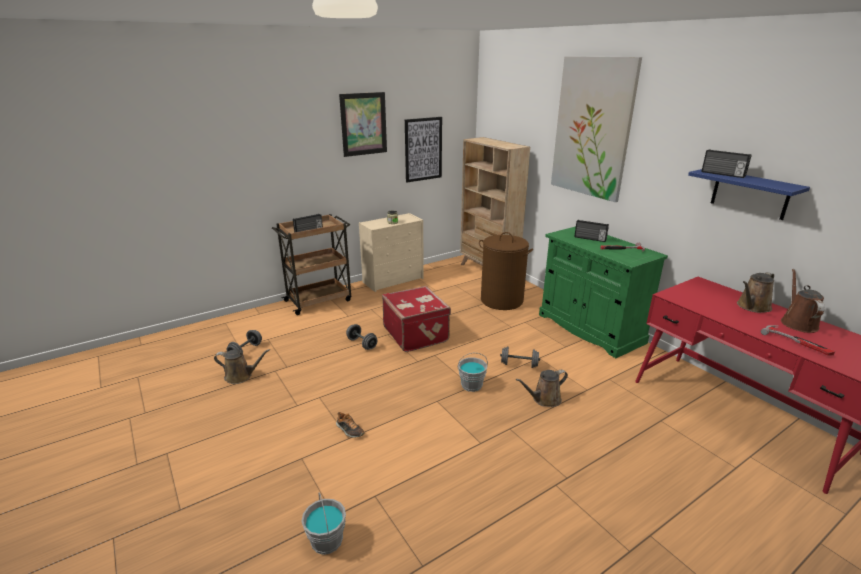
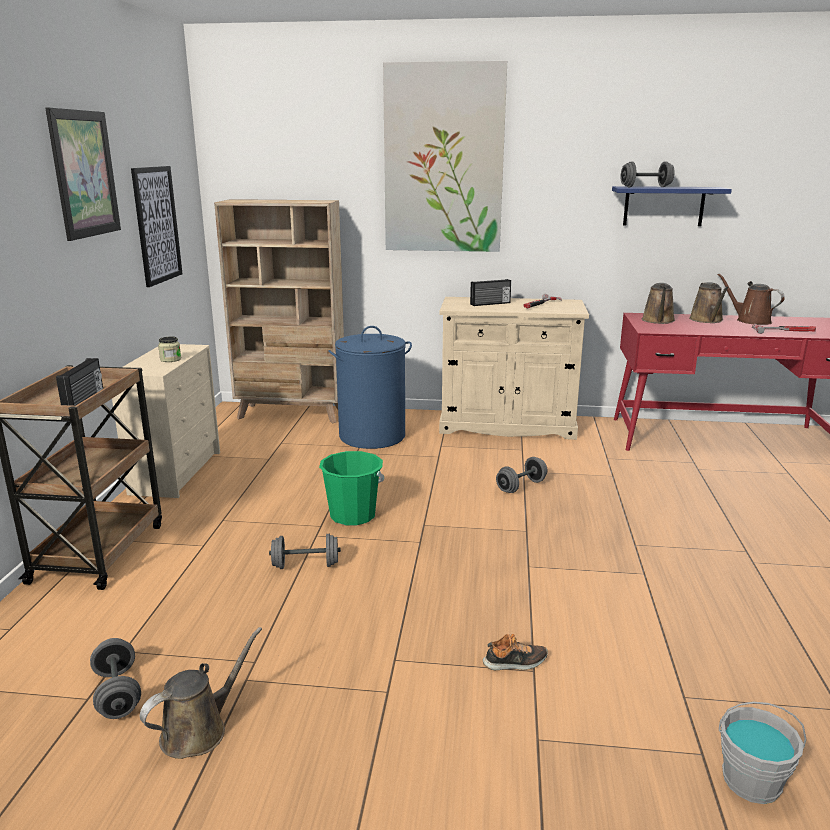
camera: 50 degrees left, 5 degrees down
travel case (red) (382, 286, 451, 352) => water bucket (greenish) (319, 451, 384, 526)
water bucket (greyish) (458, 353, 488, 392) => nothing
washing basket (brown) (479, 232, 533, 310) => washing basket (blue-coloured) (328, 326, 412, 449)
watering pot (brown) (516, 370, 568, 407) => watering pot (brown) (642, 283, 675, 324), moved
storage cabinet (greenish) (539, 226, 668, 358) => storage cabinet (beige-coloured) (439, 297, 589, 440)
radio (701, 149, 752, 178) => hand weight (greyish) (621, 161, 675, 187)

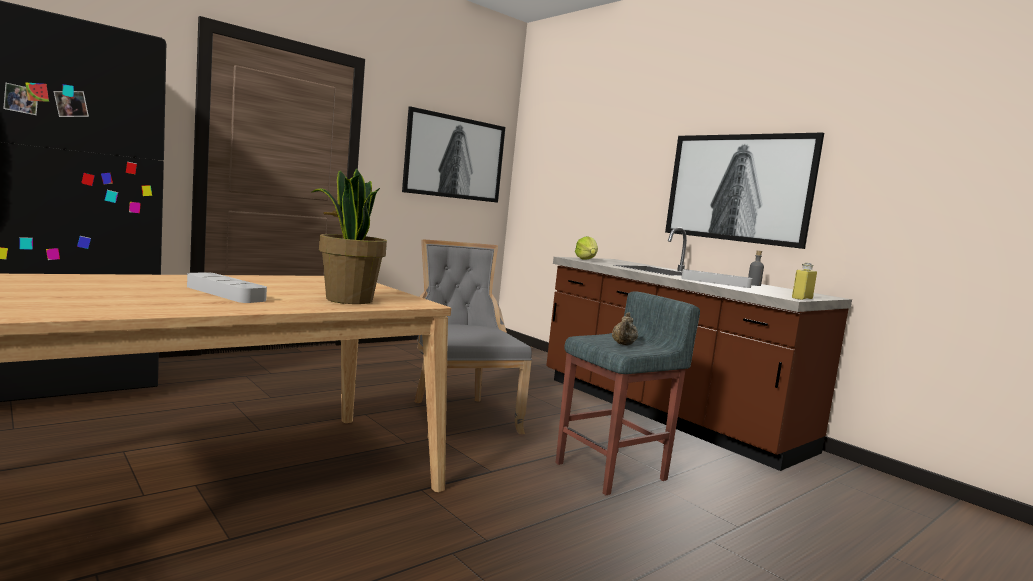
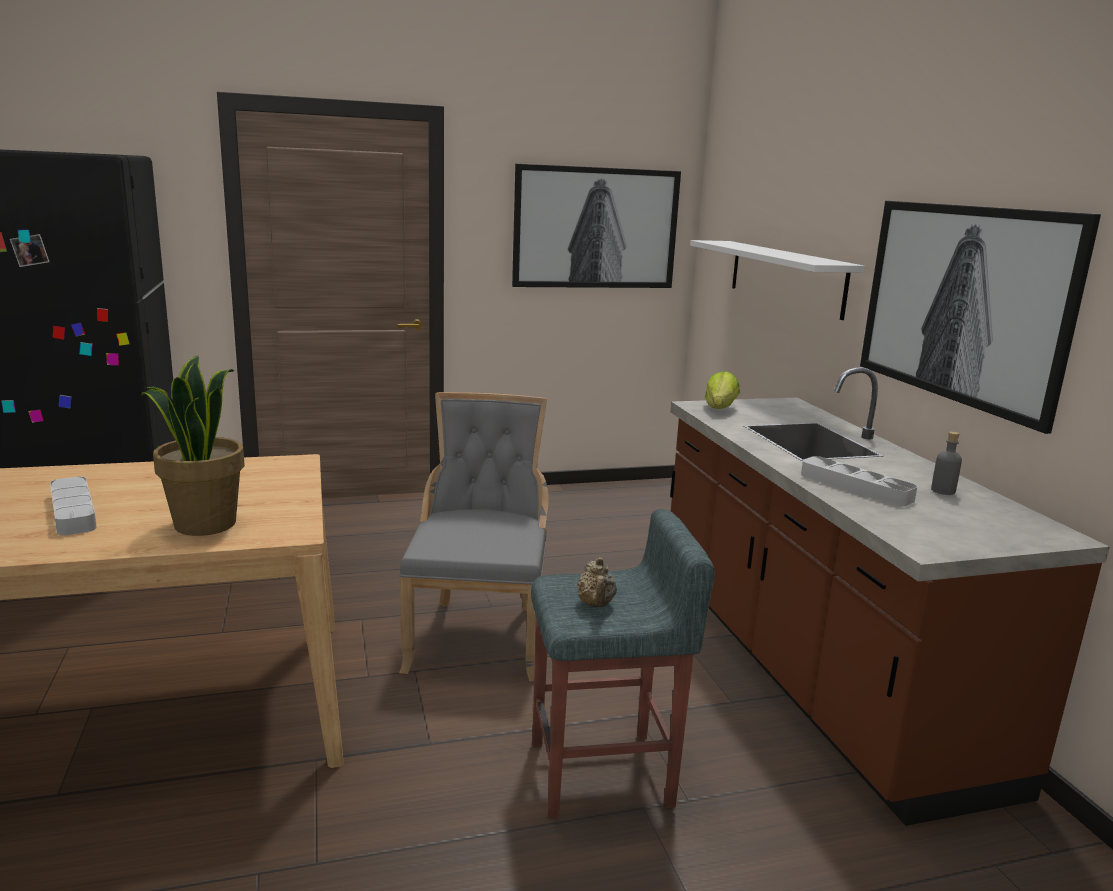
camera: 25 degrees right, 10 degrees up
teapot (beige-coloured) (612, 312, 638, 346) => teapot (beige-coloured) (577, 557, 617, 607), 45 degrees counterclockwise
bottle (yellowish) (792, 262, 817, 300) => nothing
nothing => shelf (whitish) (690, 240, 865, 320)

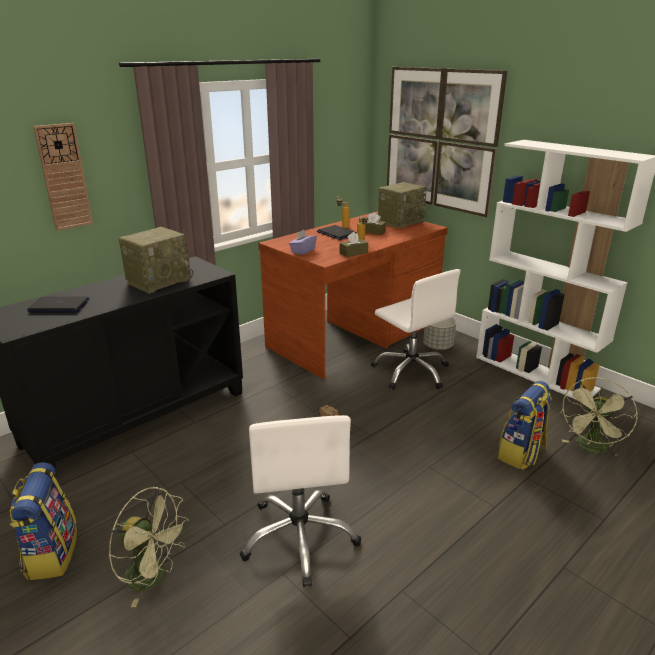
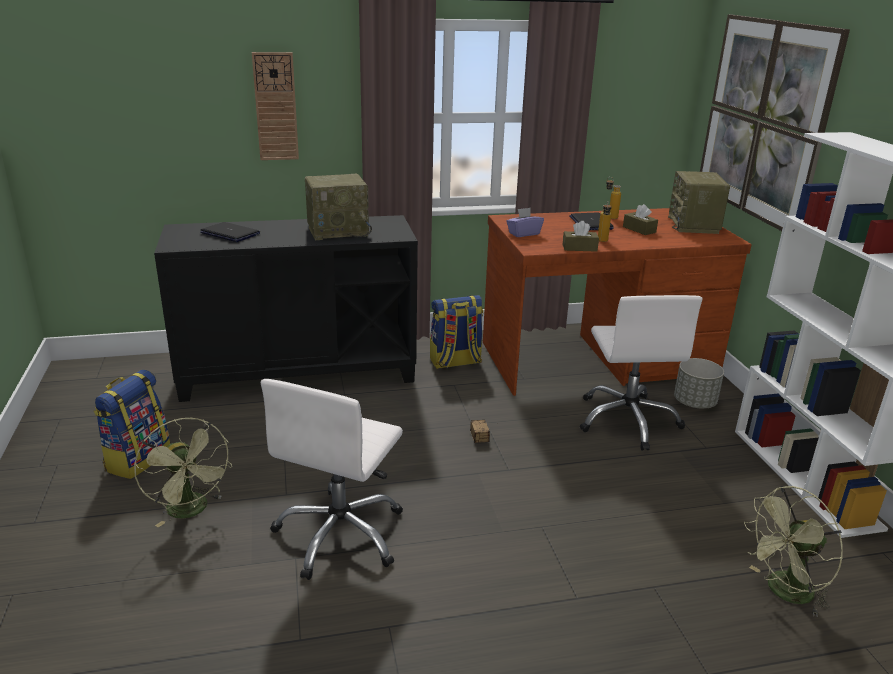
camera: 30 degrees right, 0 degrees up
radio (378, 182, 427, 229) => radio (668, 171, 730, 234), 105 degrees clockwise
knapsack (498, 381, 552, 470) => knapsack (430, 295, 483, 369), moved

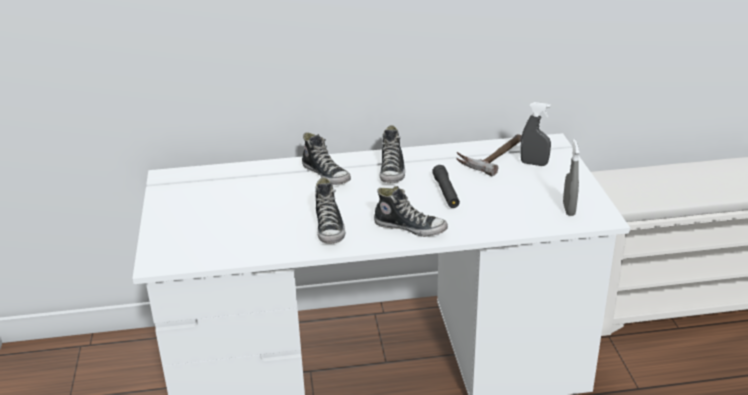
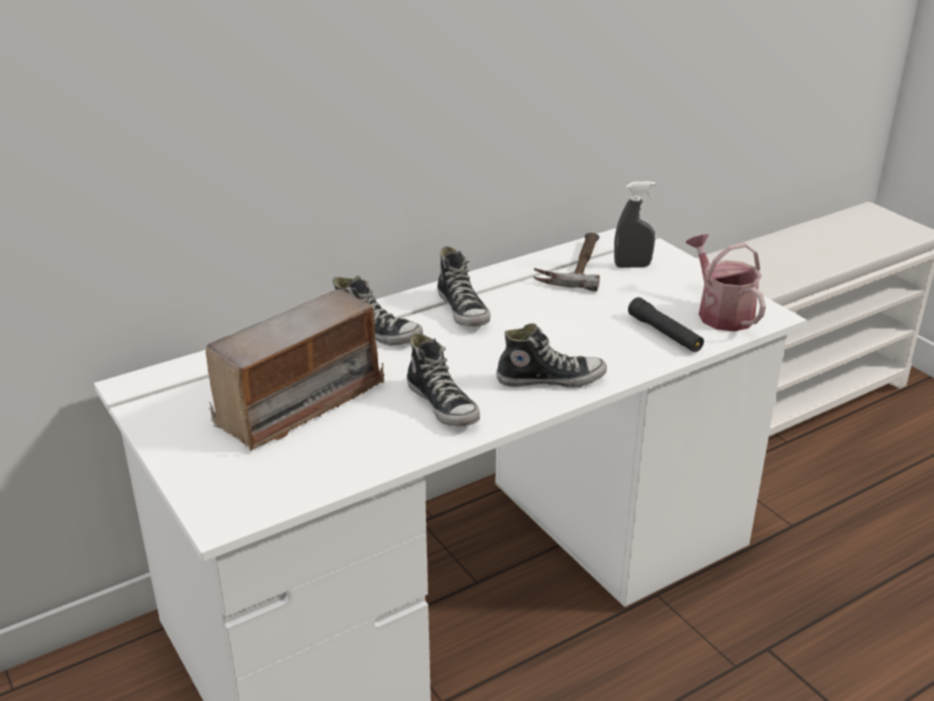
camera: 25 degrees left, 0 degrees up
torch (blackish) (432, 165, 460, 208) => torch (blackish) (628, 297, 704, 352), moved
hand sprayer (greyish) (563, 139, 580, 216) => watering pot (686, 234, 766, 332)
nothing => radio (206, 289, 384, 451)

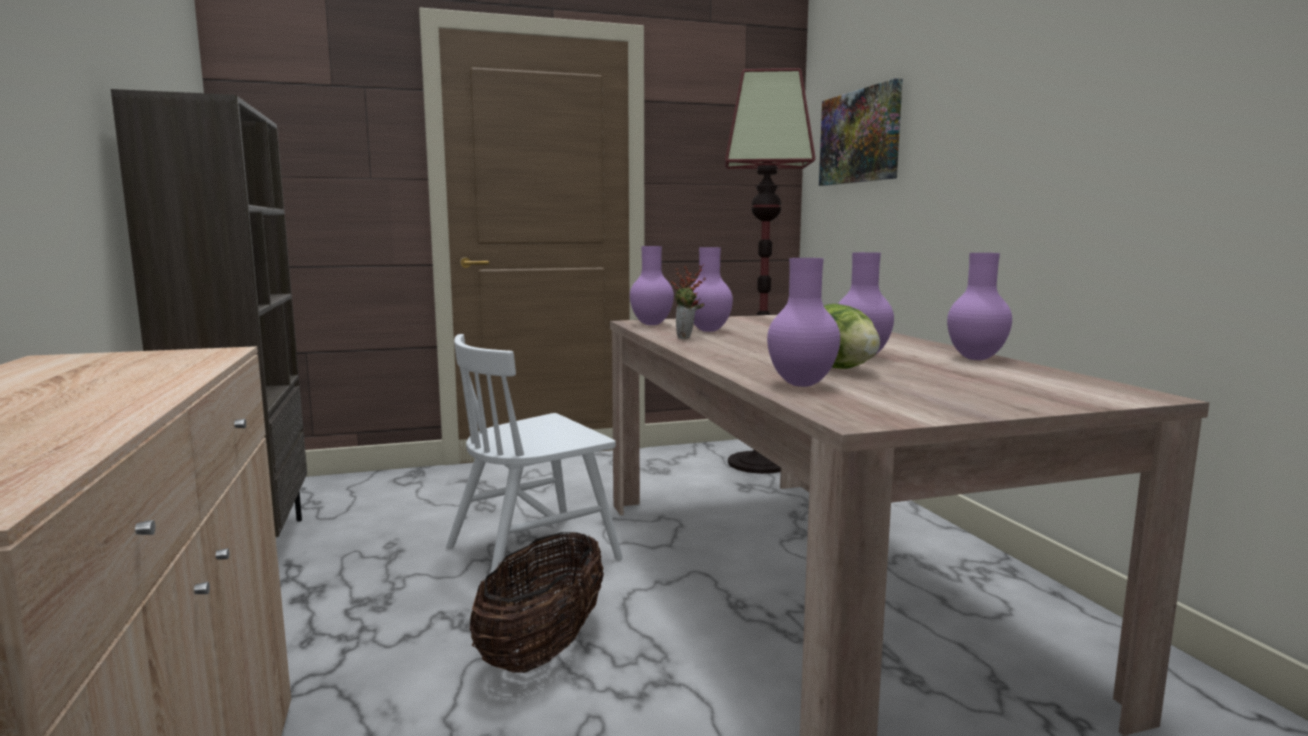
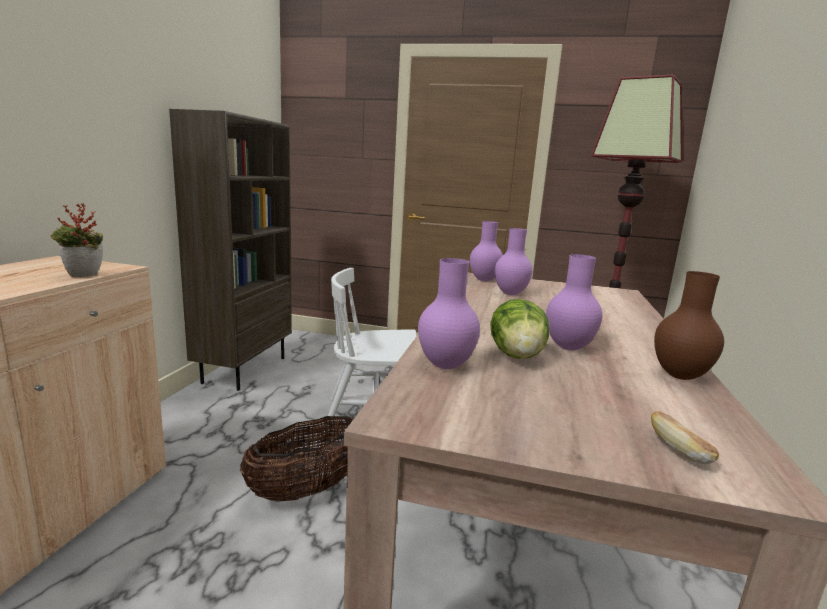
camera: 30 degrees right, 5 degrees up
potted plant (670, 264, 706, 339) => potted plant (51, 203, 103, 277), moved
wall picture (819, 78, 902, 186) => nothing
vase (purplish) (947, 253, 1012, 360) => vase (brown) (654, 271, 724, 380)
nothing => bread (651, 411, 719, 464)

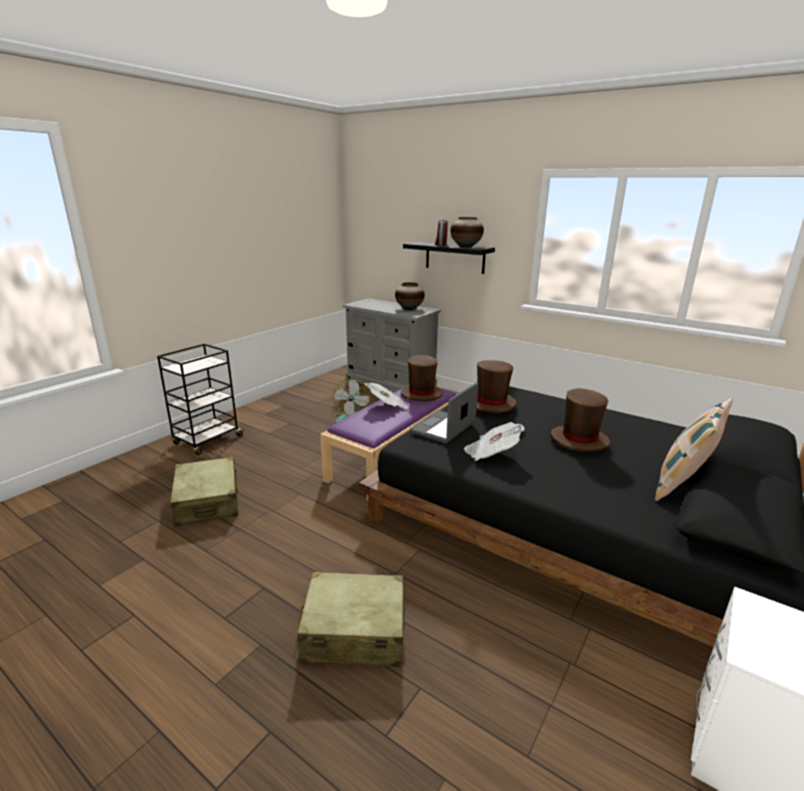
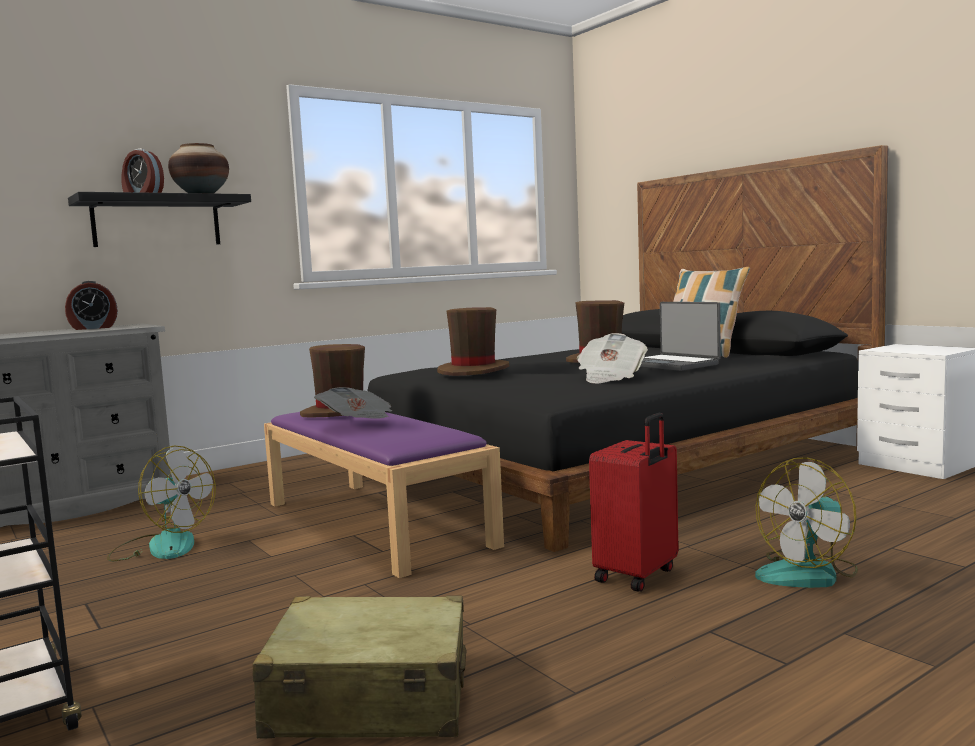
camera: 70 degrees left, 15 degrees down
travel case (beige-coloured) (297, 572, 405, 667) => electric fan (755, 457, 858, 588)
vase (395, 282, 425, 310) => table clock (65, 281, 118, 330)
laptop (410, 382, 478, 444) => laptop (640, 302, 721, 371), moved
nothing => travel case (red) (589, 413, 678, 592)

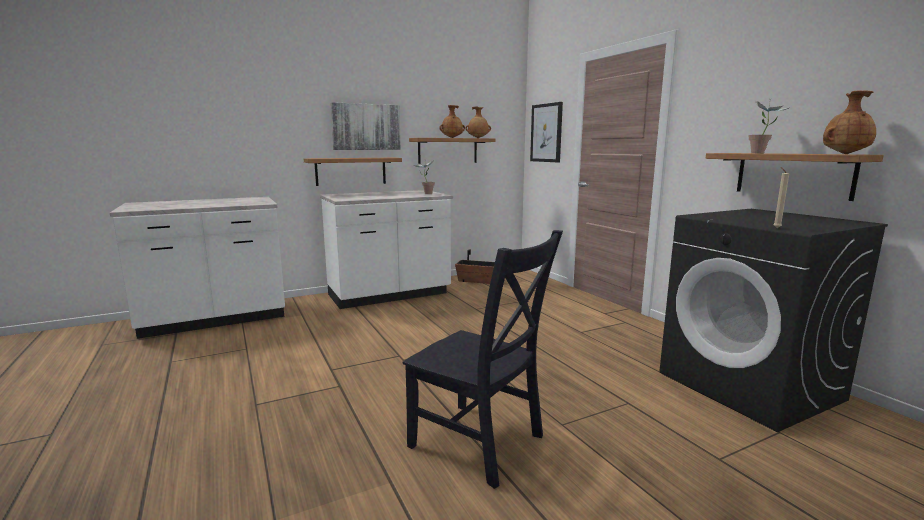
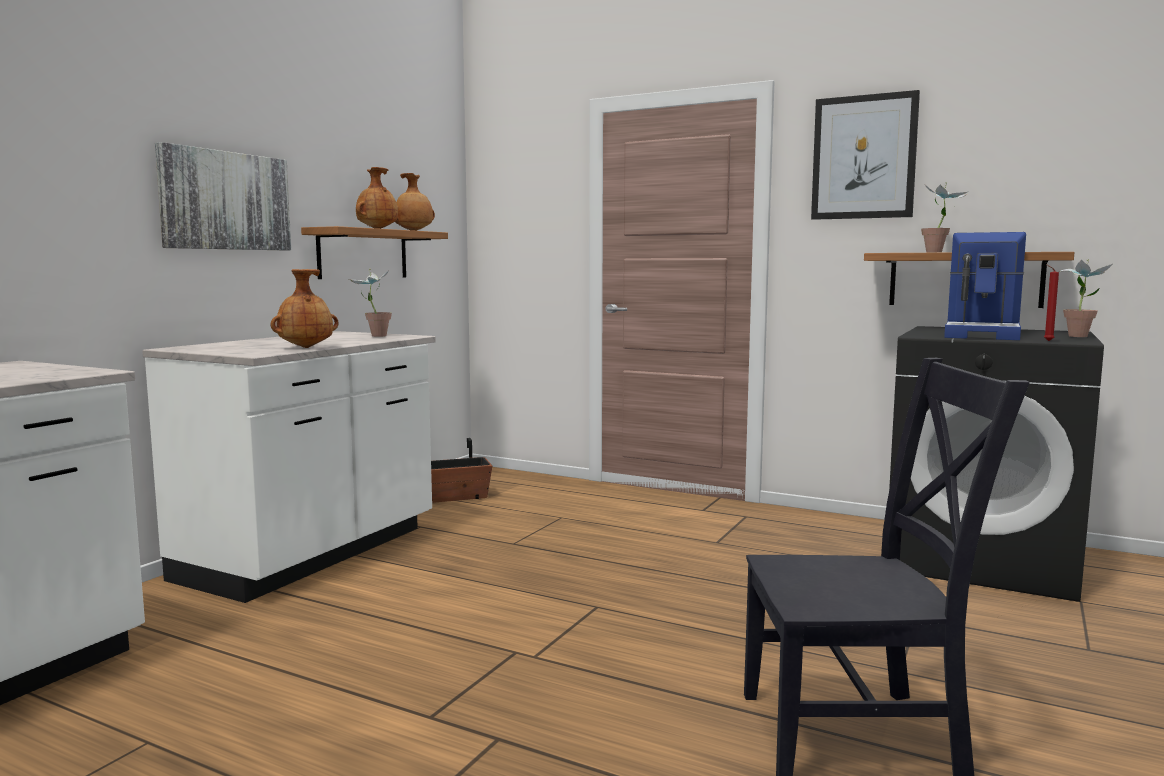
camera: 35 degrees left, 5 degrees down
shelf (304, 158, 402, 186) => nothing
wall picture (530, 102, 563, 162) => wall picture (811, 90, 920, 220), moved
wax light (beige-coloured) (773, 167, 789, 228) => wax light (red) (1044, 264, 1059, 341)
vase (brown) (823, 91, 876, 154) => vase (brown) (270, 269, 339, 348), moved
nothing => coffee maker (944, 232, 1026, 340)
nothing => potted plant (1058, 259, 1112, 337)

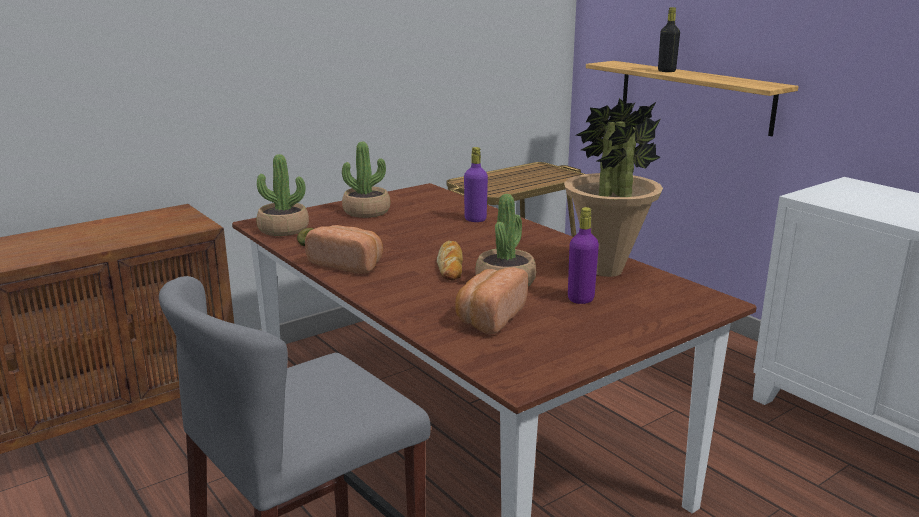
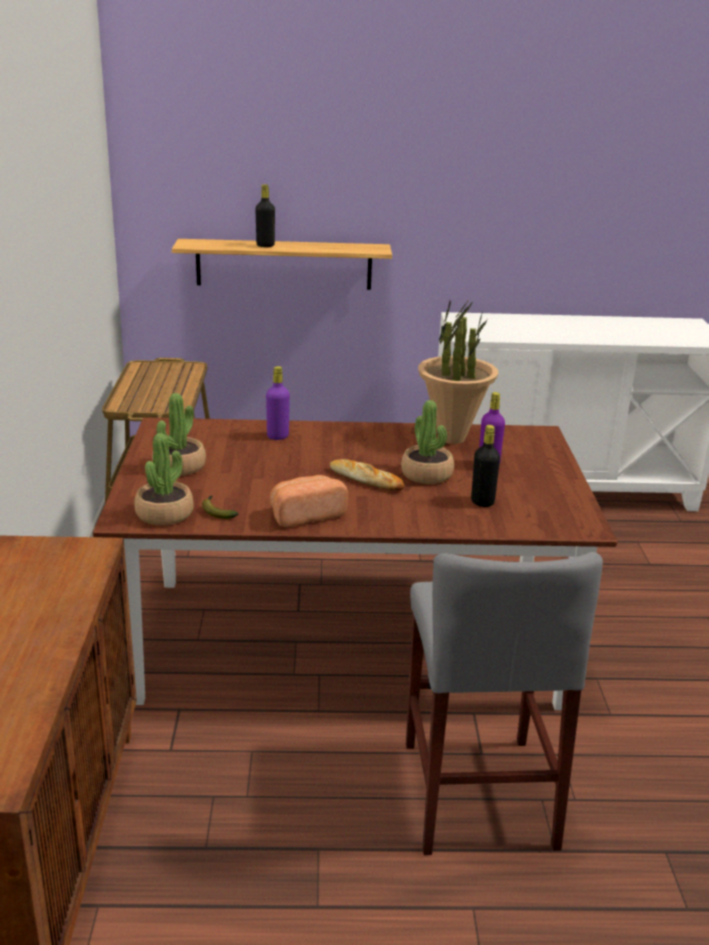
camera: 55 degrees left, 5 degrees up
bread (456, 267, 528, 334) => bottle (blackish) (471, 425, 500, 507)

